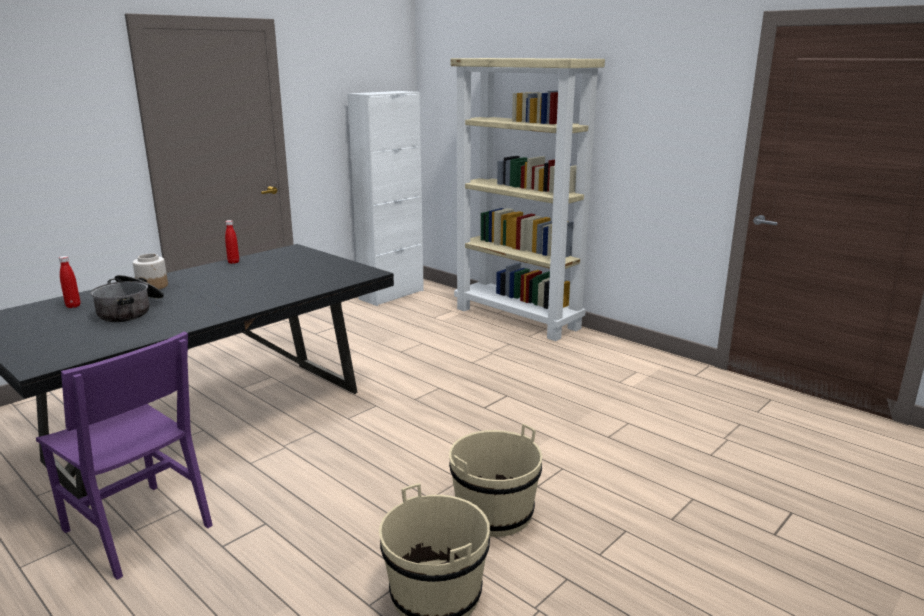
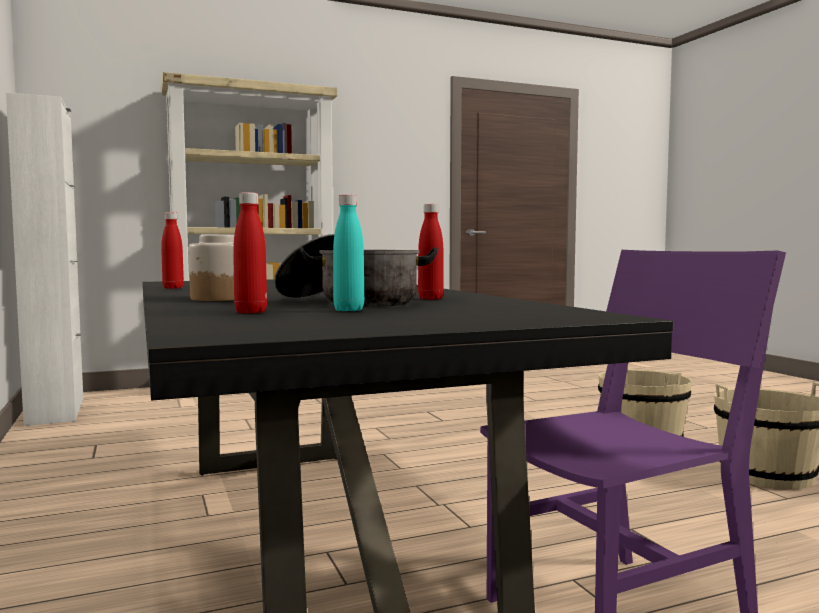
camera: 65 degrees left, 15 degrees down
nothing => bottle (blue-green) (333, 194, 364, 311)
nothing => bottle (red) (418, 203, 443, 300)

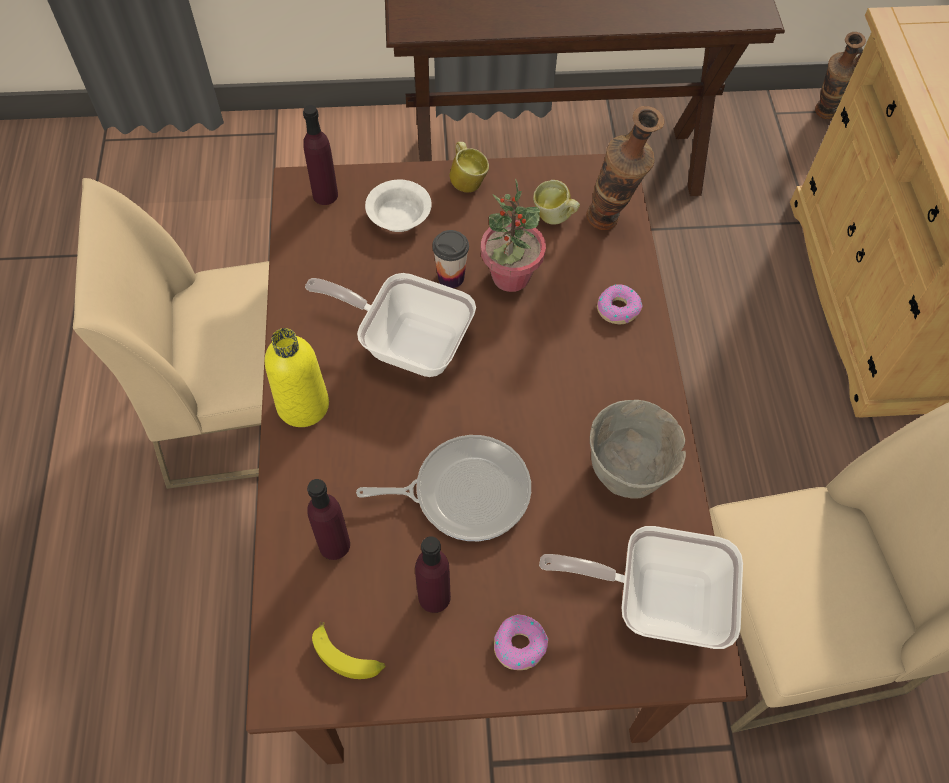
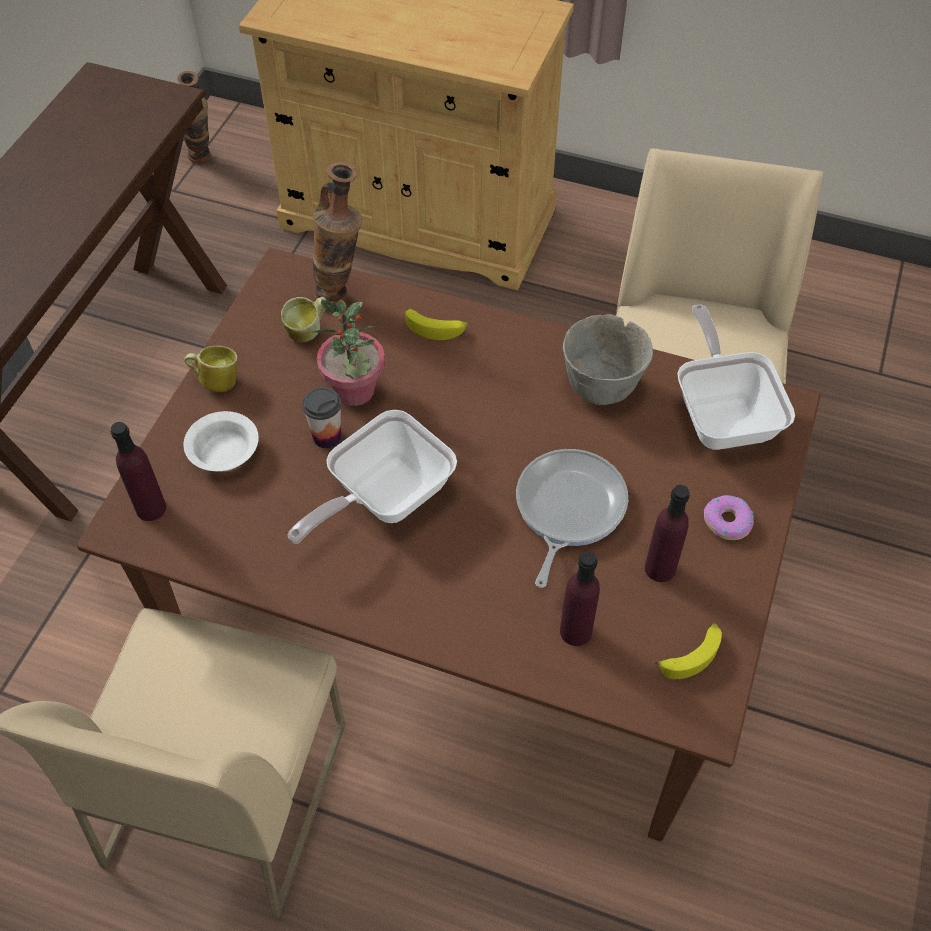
camera: 65 degrees left, 5 degrees down
bottle (yellowish) (265, 328, 329, 427) => nothing
frying pan (539, 526, 743, 649) => frying pan (677, 305, 795, 450), 135 degrees clockwise
donut (597, 284, 643, 324) => banana fruit (405, 307, 468, 340)

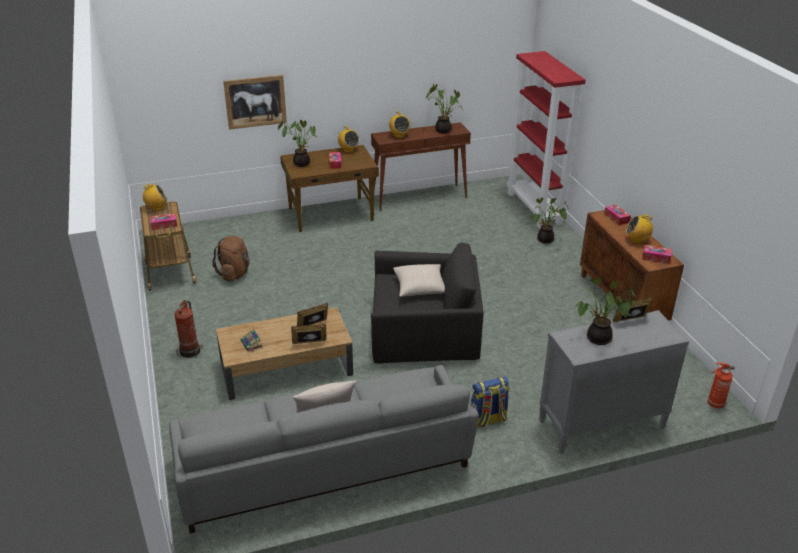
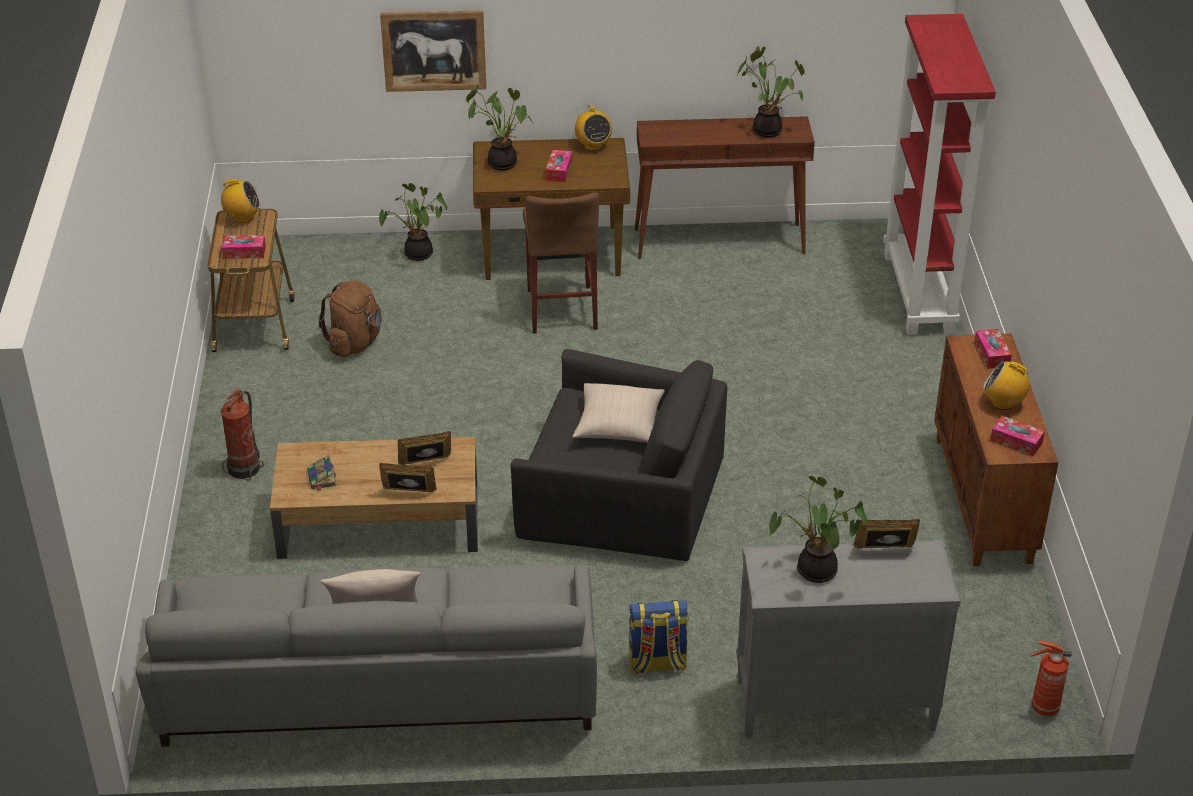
camera: 15 degrees right, 5 degrees up
radio (389, 112, 410, 138) => nothing
potted plant (529, 198, 569, 243) => potted plant (379, 183, 447, 261), moved
nothing => sitting stool (brown) (523, 192, 599, 334)

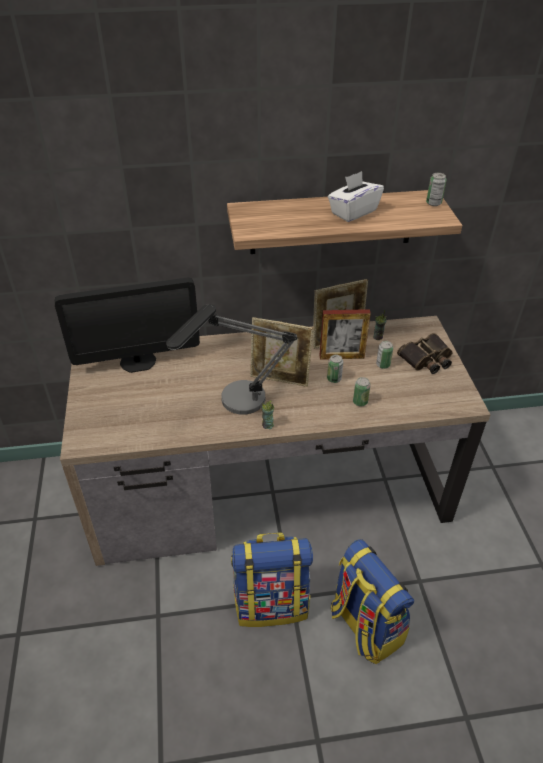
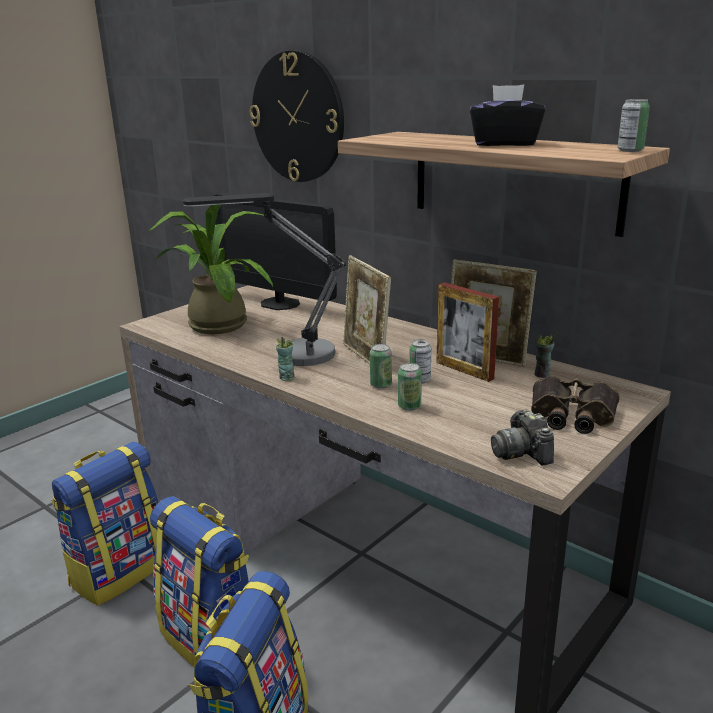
camera: 50 degrees right, 20 degrees down
tissue holder (whitish) (328, 171, 384, 222) => tissue holder (blackish) (470, 85, 545, 146)
sealed can (376, 341, 393, 369) => sealed can (370, 344, 392, 389), moved
nothing => knapsack (51, 442, 158, 606)
nothing => potted plant (149, 204, 273, 334)
nothing => hanging clock (250, 50, 344, 182)
nothing => photo camera (491, 409, 554, 466)

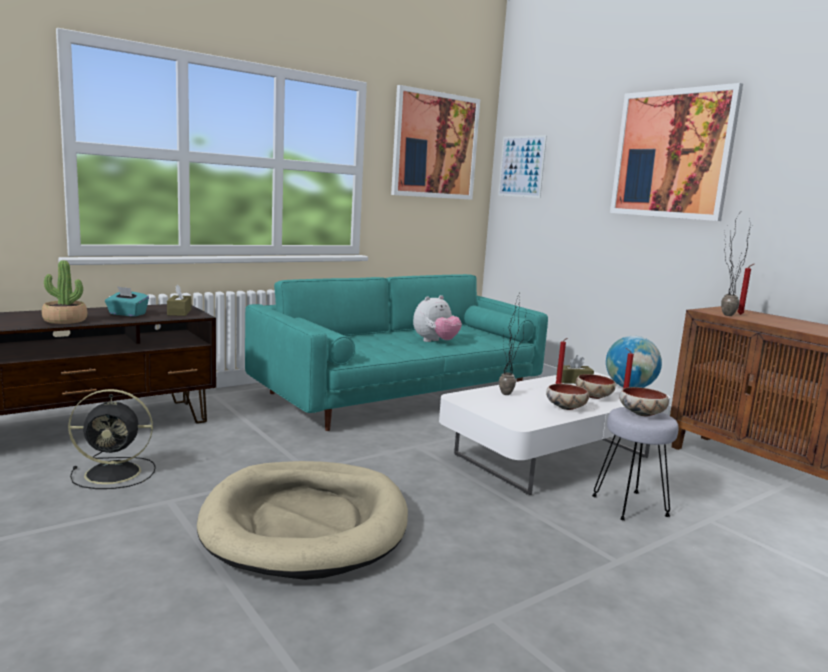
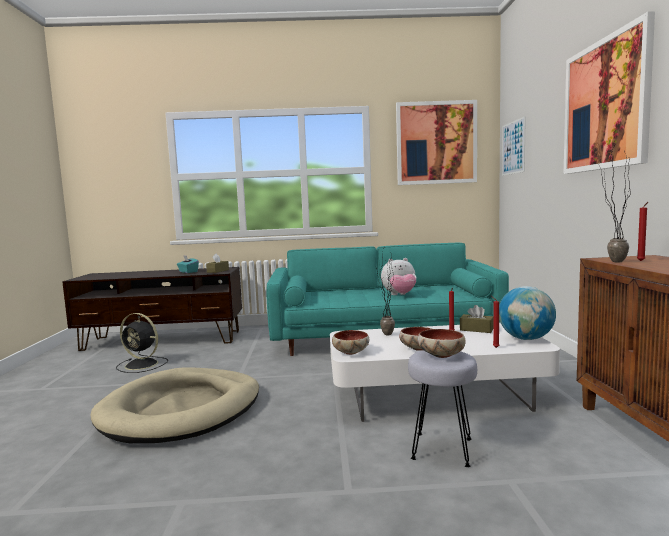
camera: 35 degrees right, 5 degrees down
potted plant (42, 260, 87, 324) => nothing
bowl (576, 374, 616, 399) => bowl (332, 330, 369, 355), moved

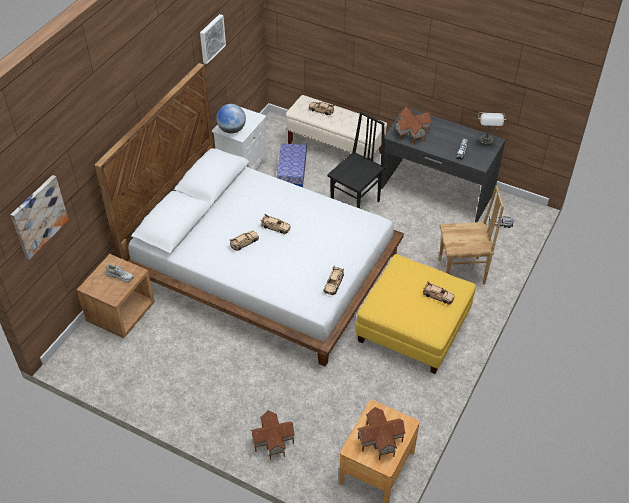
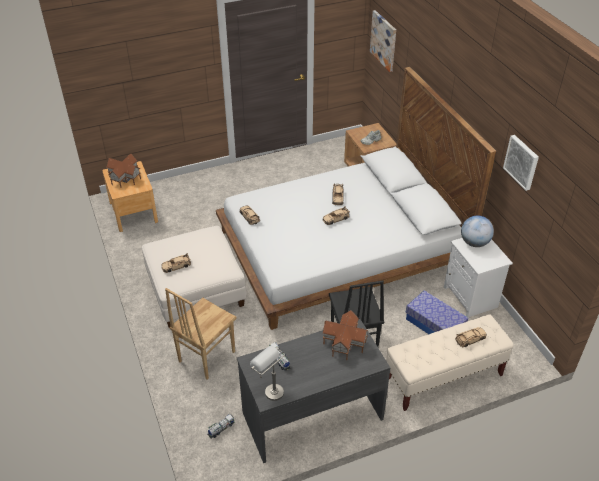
camera: 130 degrees right, 5 degrees down
model house (250, 410, 295, 460) => nothing
pouffe (yellowish) (355, 254, 476, 374) => pouffe (whitish) (142, 226, 246, 327)

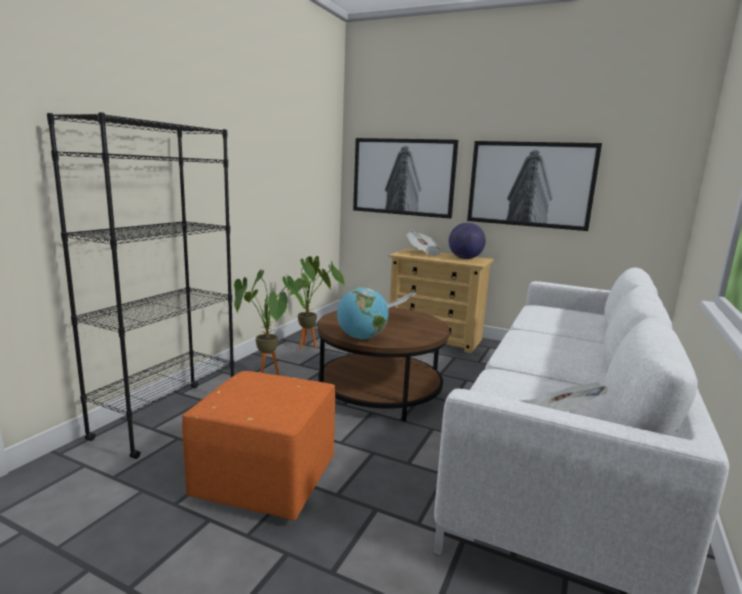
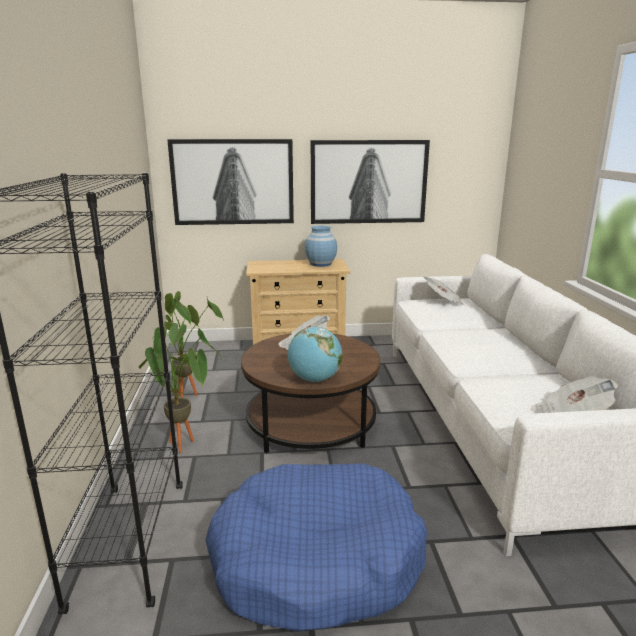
camera: 30 degrees left, 5 degrees up
pouffe (orange) (182, 371, 335, 521) => dog cushion (blue-coloured) (206, 463, 428, 632)
printed paper (406, 230, 442, 257) => printed paper (423, 276, 464, 305), moved
desk globe (449, 223, 486, 259) => vase (blue-coloured) (305, 226, 337, 267)

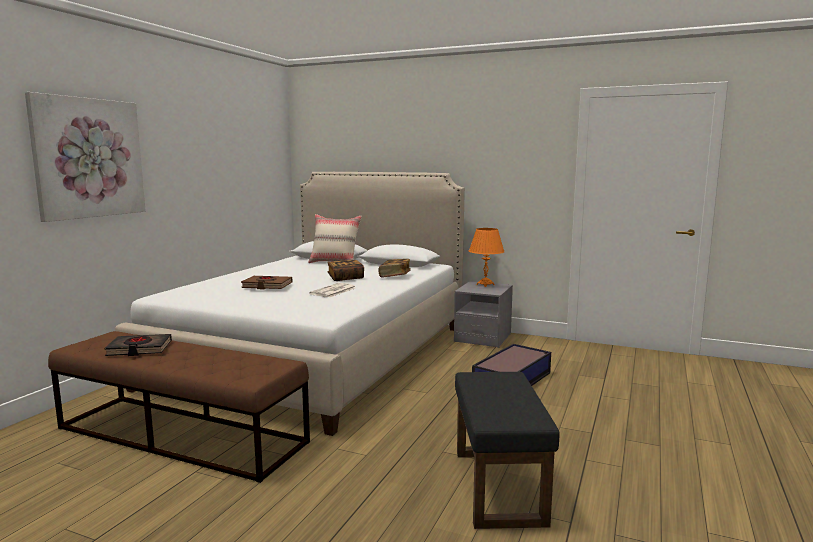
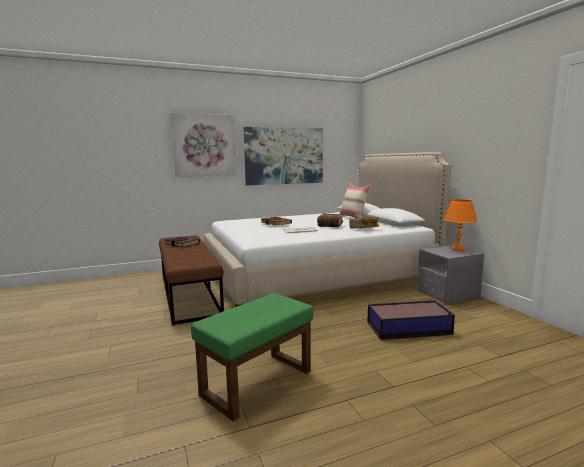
camera: 45 degrees right, 0 degrees up
pouffe (blackish) (455, 372, 559, 529) => pouffe (greenish) (191, 293, 313, 421)
nothing => wall picture (244, 127, 323, 186)

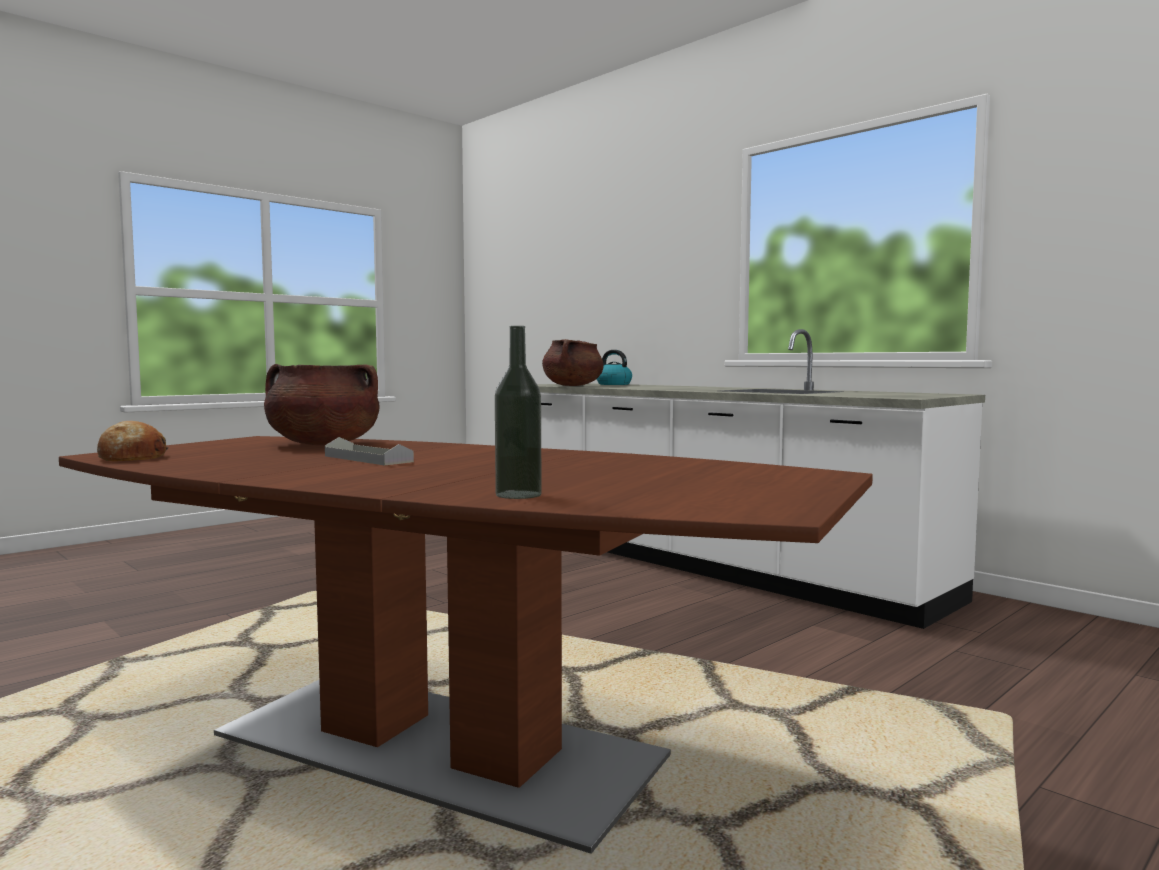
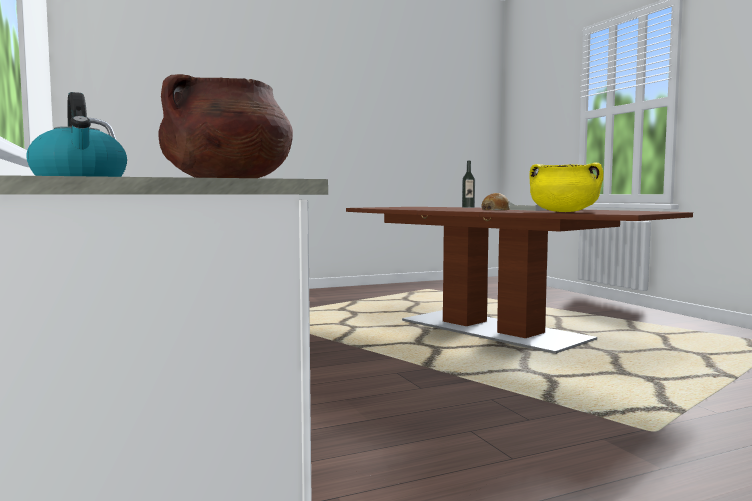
camera: 160 degrees left, 0 degrees up
bread (97, 421, 168, 461) => bread (482, 193, 510, 210), moved
cooking pot (brown) (264, 364, 379, 445) => cooking pot (yellowish) (529, 162, 604, 212)

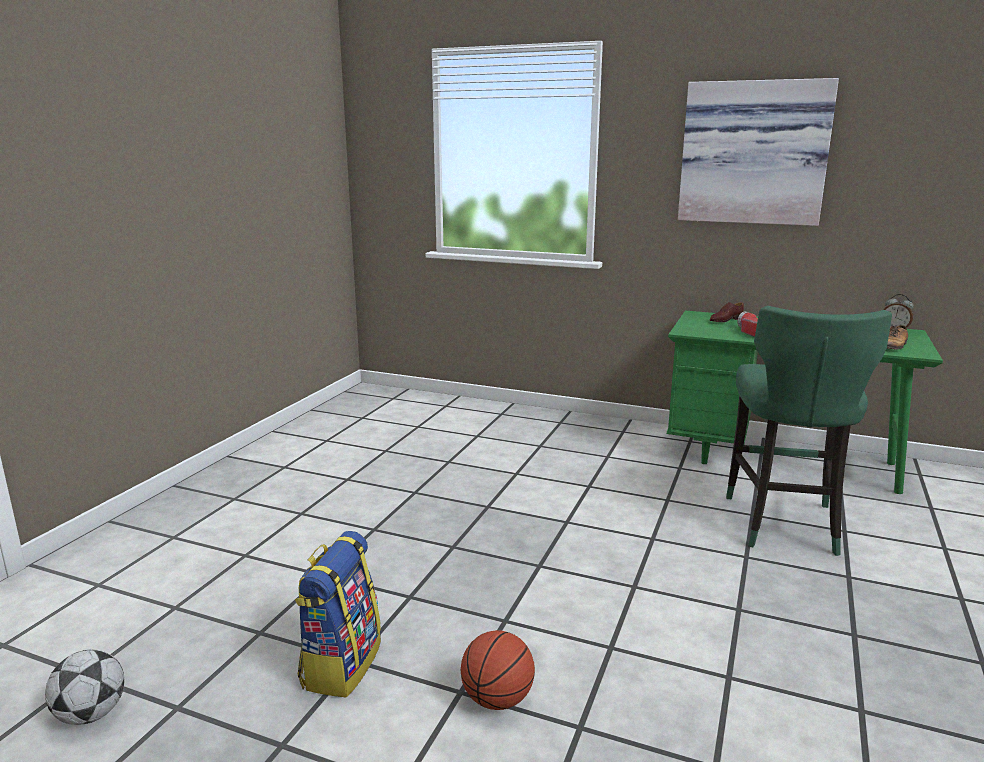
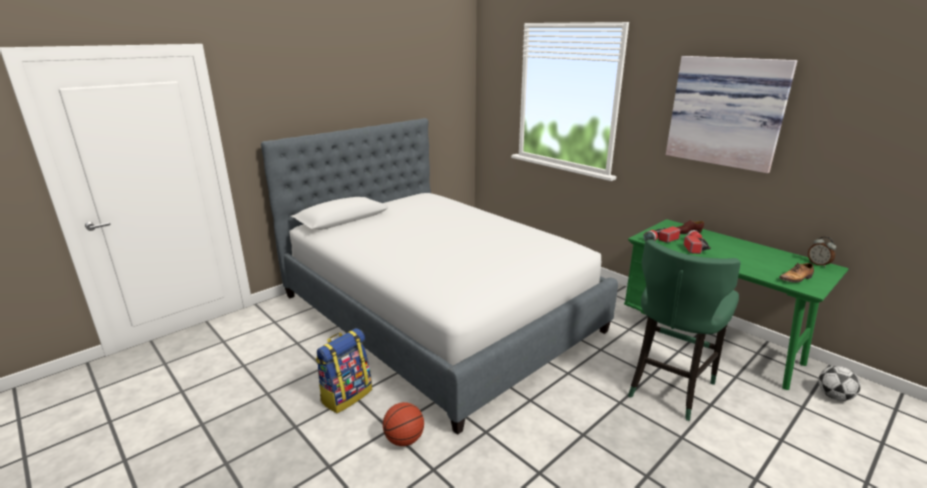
camera: 25 degrees right, 5 degrees up
ball for football (45, 650, 125, 725) => ball for football (818, 366, 861, 401), moved
nothing => sleeping bed (261, 118, 618, 435)
nothing => torch (643, 226, 681, 243)

